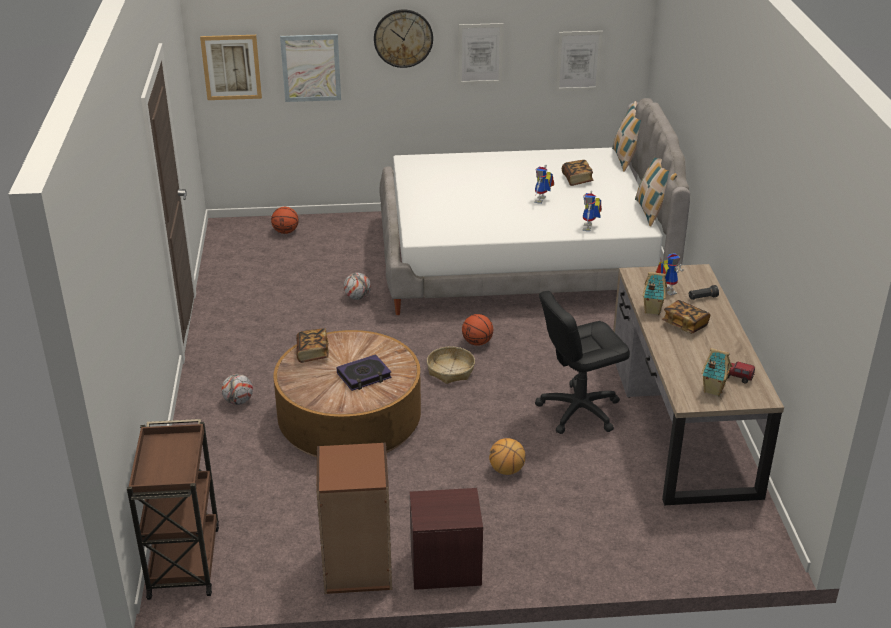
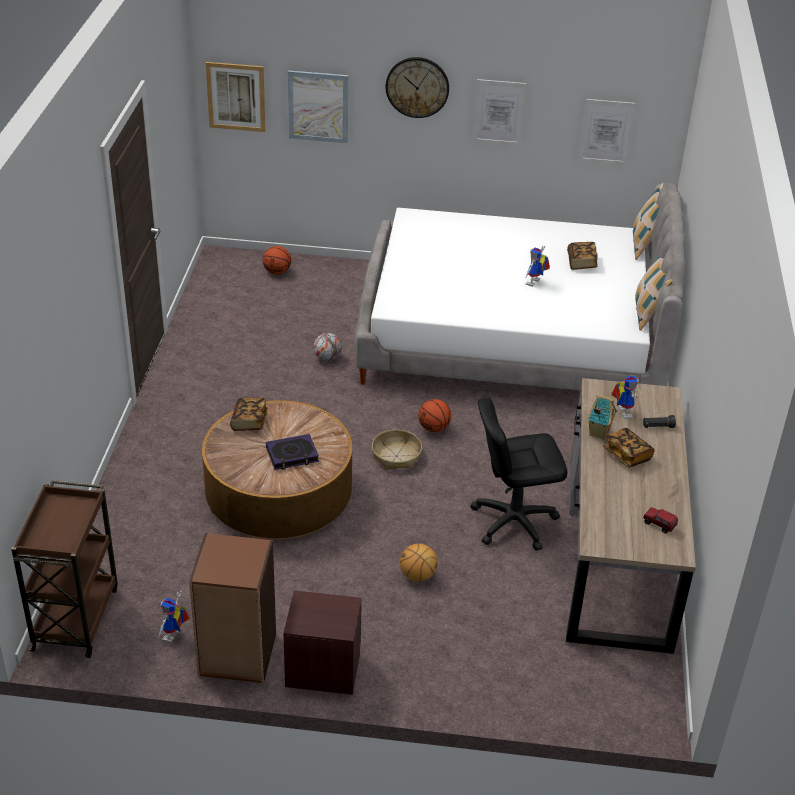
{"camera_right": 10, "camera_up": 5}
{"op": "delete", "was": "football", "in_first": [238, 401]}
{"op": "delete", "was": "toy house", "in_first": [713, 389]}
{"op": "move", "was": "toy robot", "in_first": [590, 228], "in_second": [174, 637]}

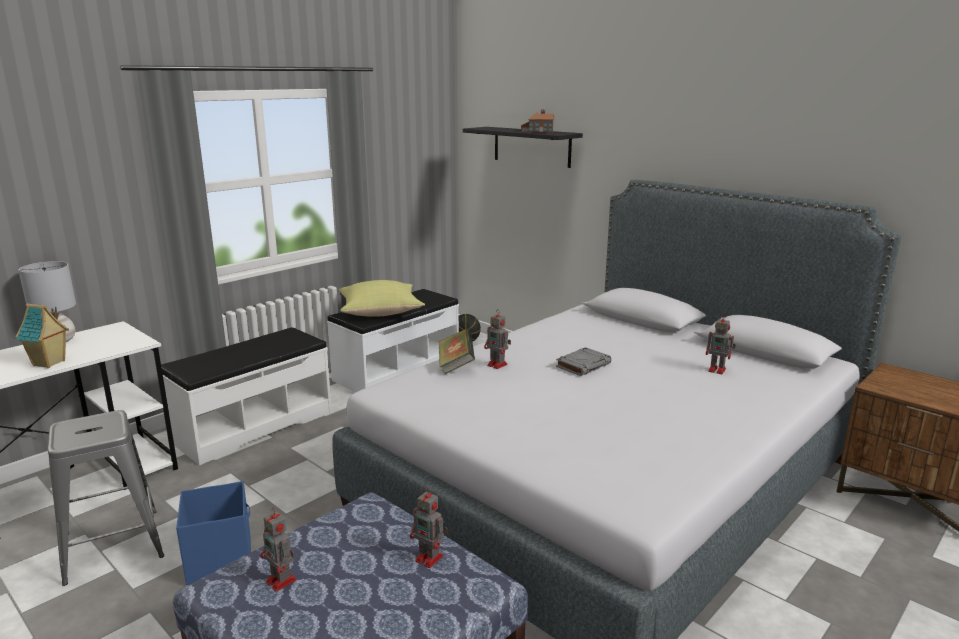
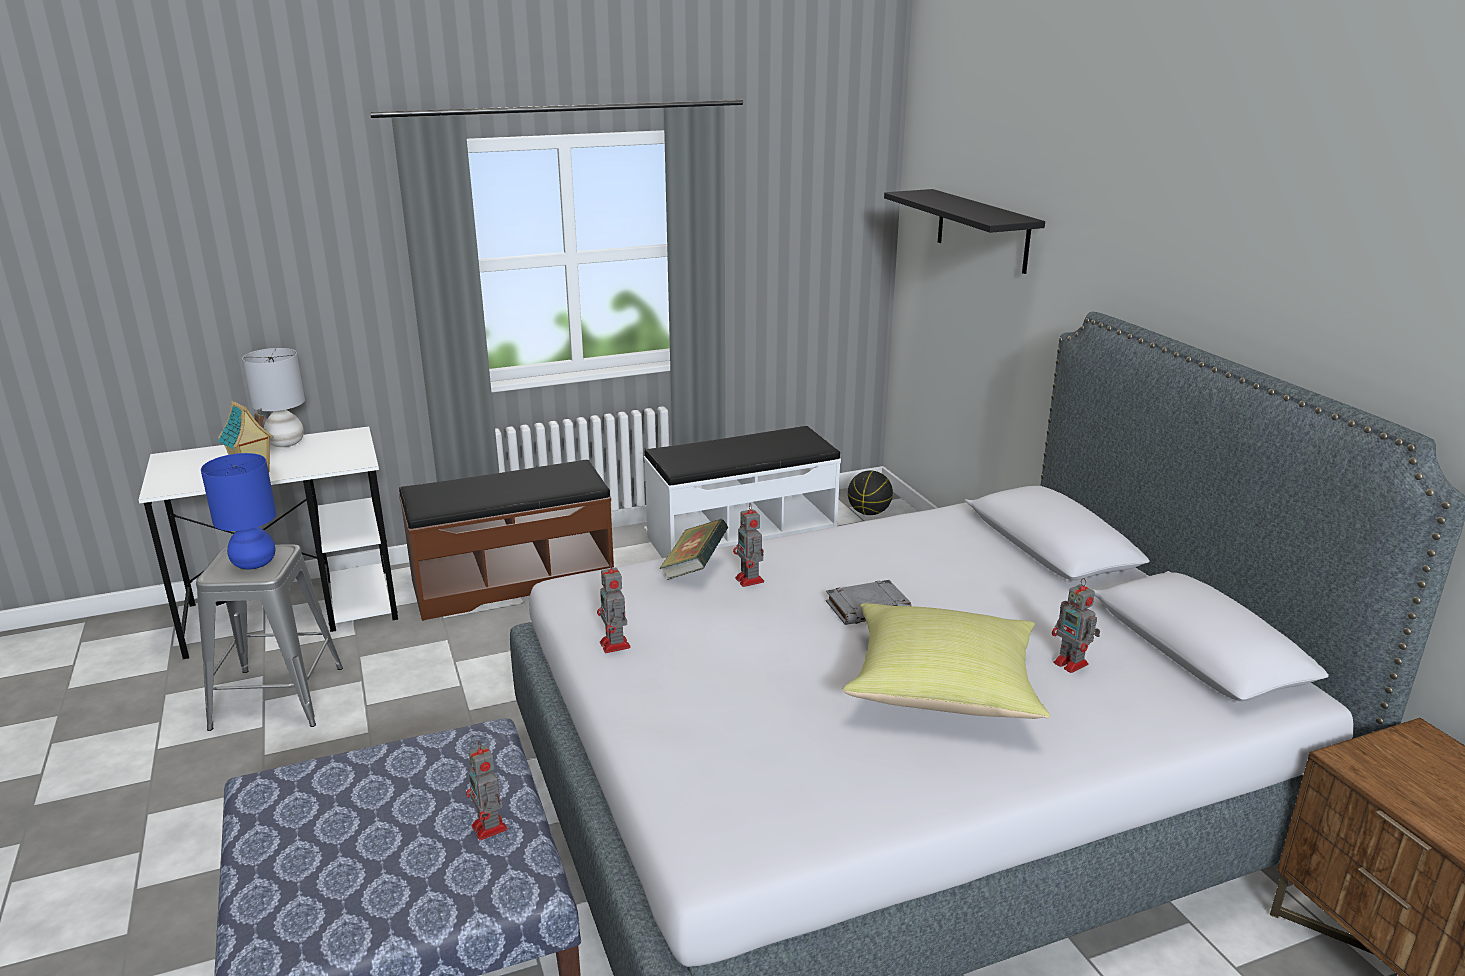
{"camera_right": 25, "camera_up": 5}
{"op": "delete", "was": "blue storage box", "in_first": [220, 558]}
{"op": "delete", "was": "toy house", "in_first": [537, 131]}
{"op": "insert", "now": "blue table lamp", "in_second": [254, 563]}
{"op": "move", "was": "toy robot", "in_first": [282, 581], "in_second": [615, 646]}
{"op": "move", "was": "yellow pillow", "in_first": [380, 312], "in_second": [944, 688]}
{"op": "recolor", "was": "white bench", "now": "brown bench", "in_first": [253, 426], "in_second": [512, 581]}

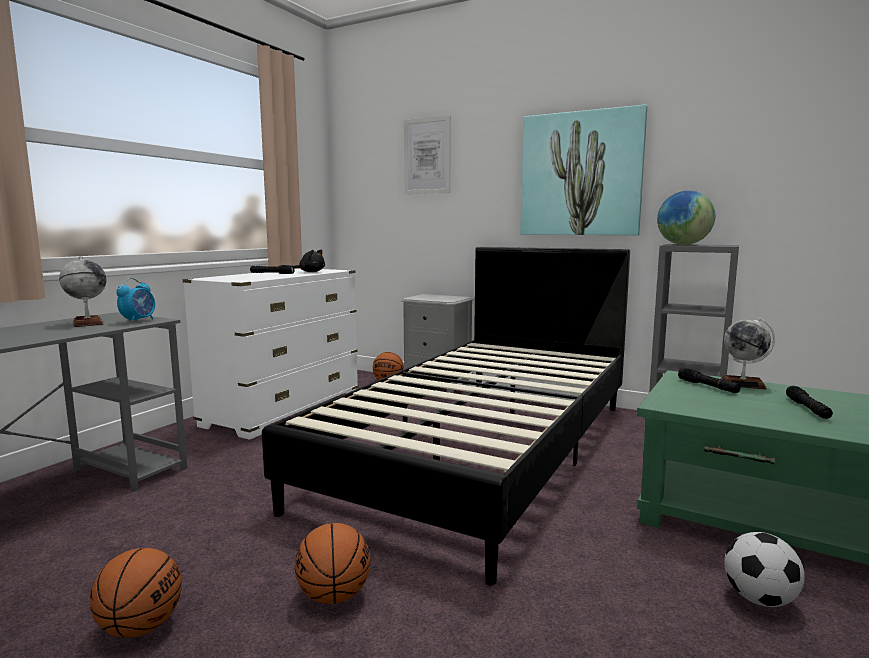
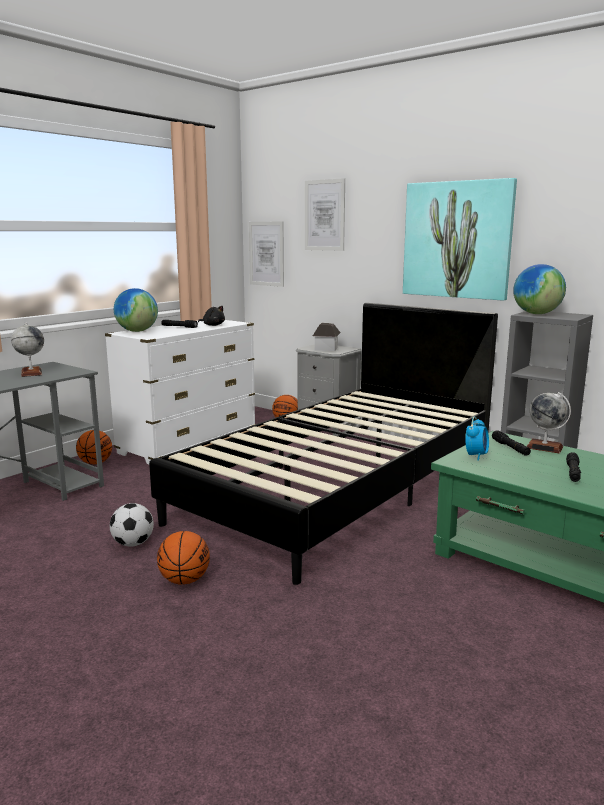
{"camera_right": 10, "camera_up": 5}
{"op": "insert", "now": "globe", "in_second": [137, 331]}
{"op": "insert", "now": "picture", "in_second": [266, 254]}
{"op": "insert", "now": "toy house", "in_second": [326, 348]}
{"op": "move", "was": "basketball", "in_first": [140, 627], "in_second": [95, 463]}
{"op": "move", "was": "alarm clock", "in_first": [138, 321], "in_second": [476, 456]}
{"op": "move", "was": "football", "in_first": [760, 599], "in_second": [133, 544]}

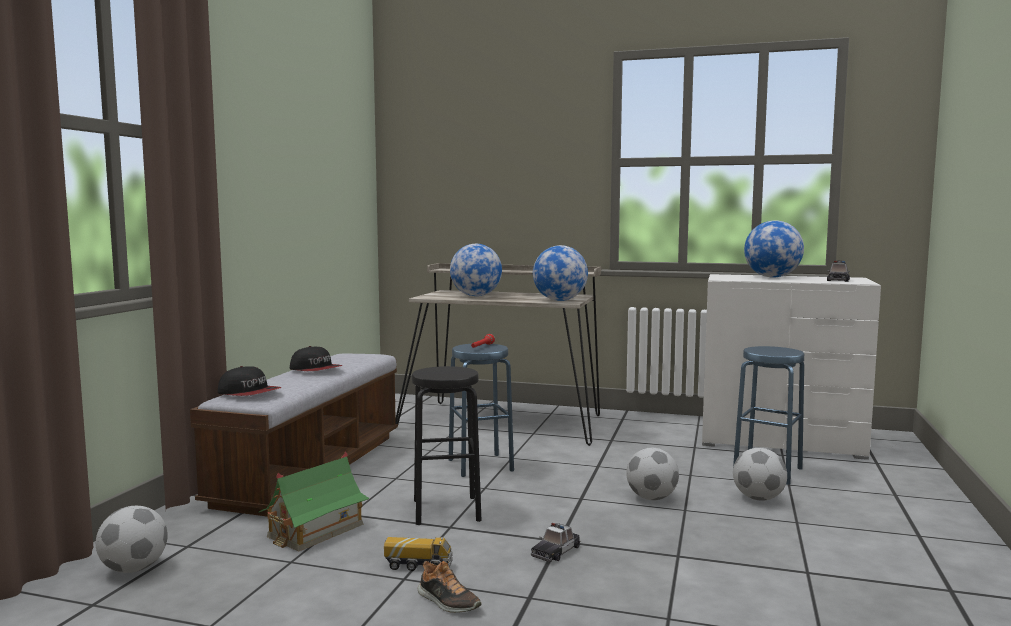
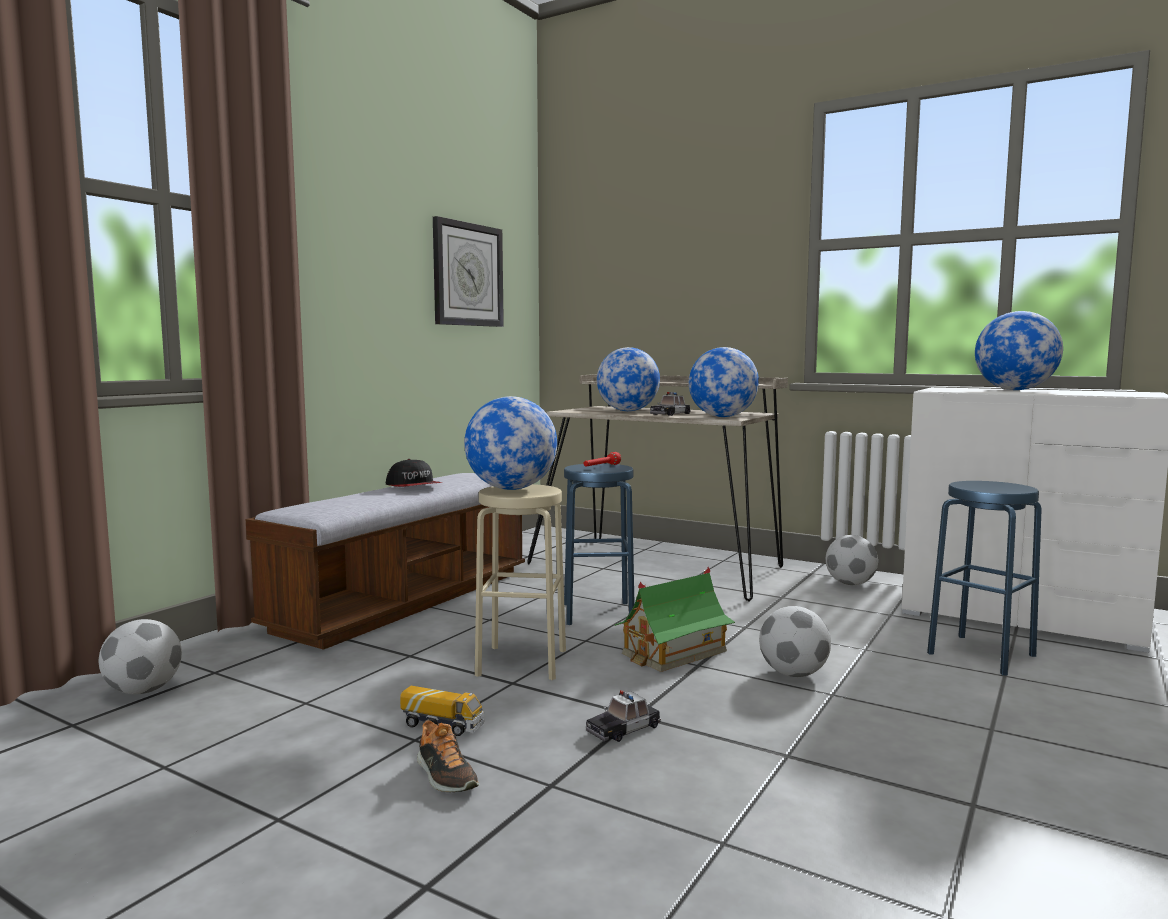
{"camera_right": 15, "camera_up": 0}
{"op": "delete", "was": "cap", "in_first": [249, 393]}
{"op": "insert", "now": "wall clock", "in_second": [467, 275]}
{"op": "insert", "now": "globe", "in_second": [511, 489]}
{"op": "move", "was": "toy house", "in_first": [315, 530], "in_second": [673, 652]}
{"op": "move", "was": "football", "in_first": [758, 498], "in_second": [850, 584]}
{"op": "move", "was": "toy car", "in_first": [838, 280], "in_second": [670, 414]}
{"op": "recolor", "was": "black stool", "now": "beige stool", "in_first": [446, 510], "in_second": [521, 662]}

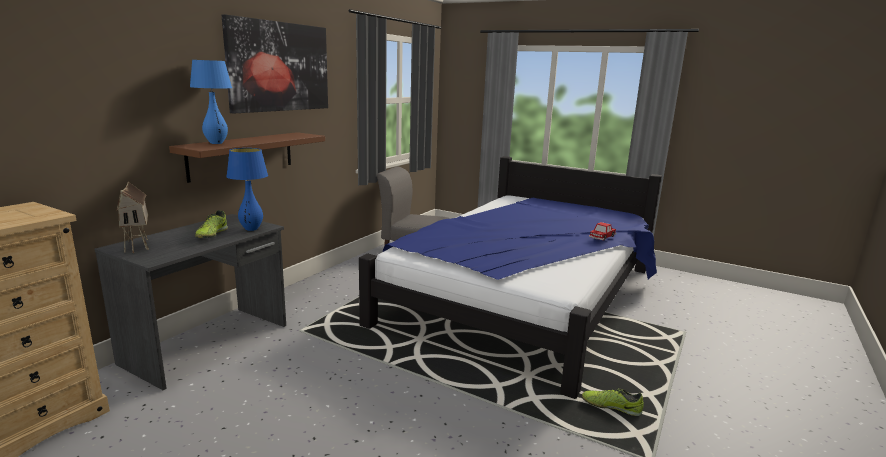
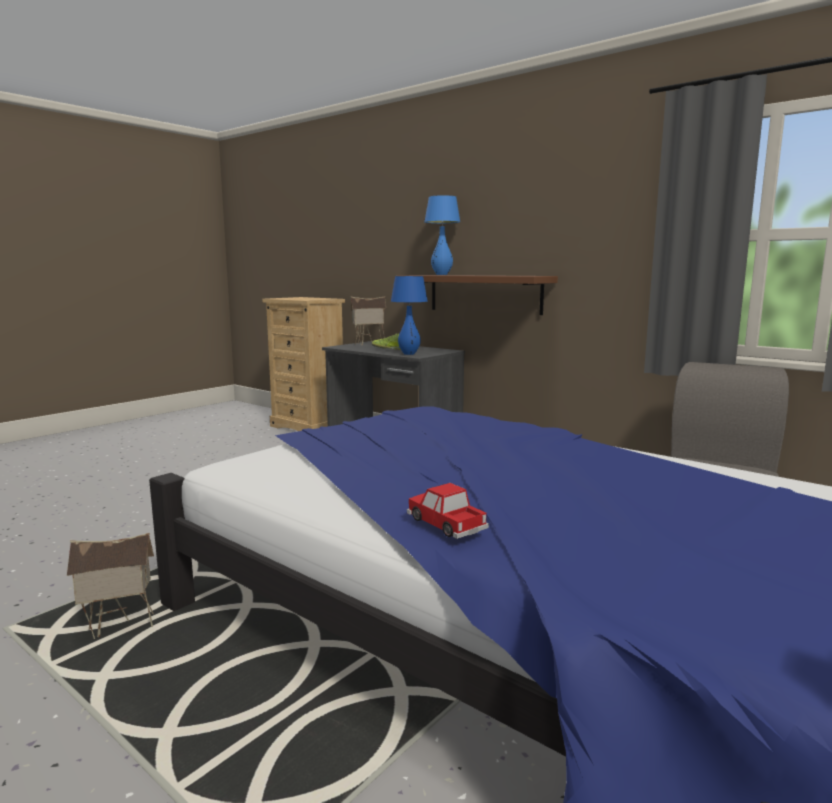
{"camera_right": 100, "camera_up": -5}
{"op": "delete", "was": "picture", "in_first": [279, 67]}
{"op": "replace", "was": "shoe", "now": "toy house", "in_first": [611, 407], "in_second": [119, 629]}

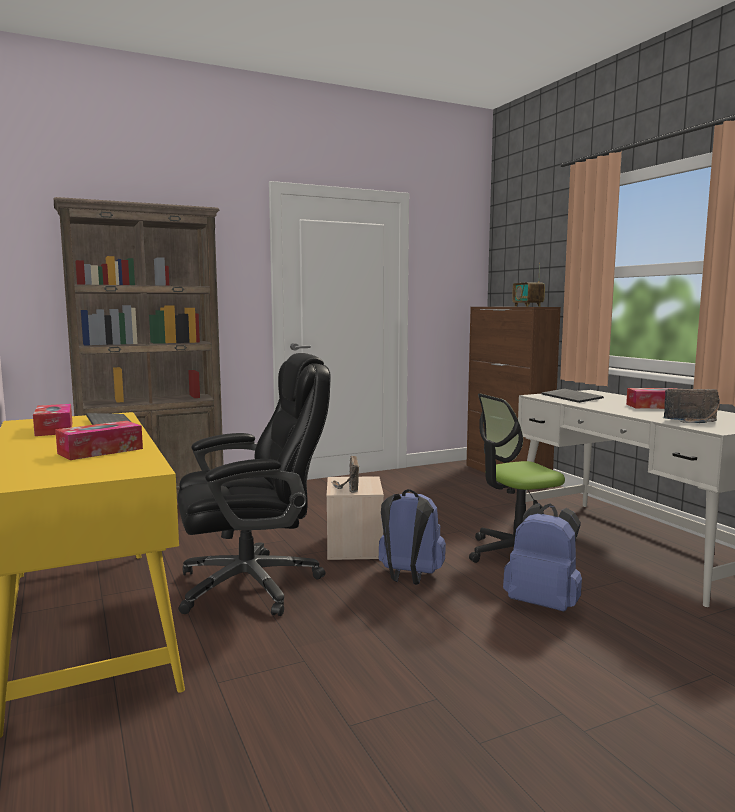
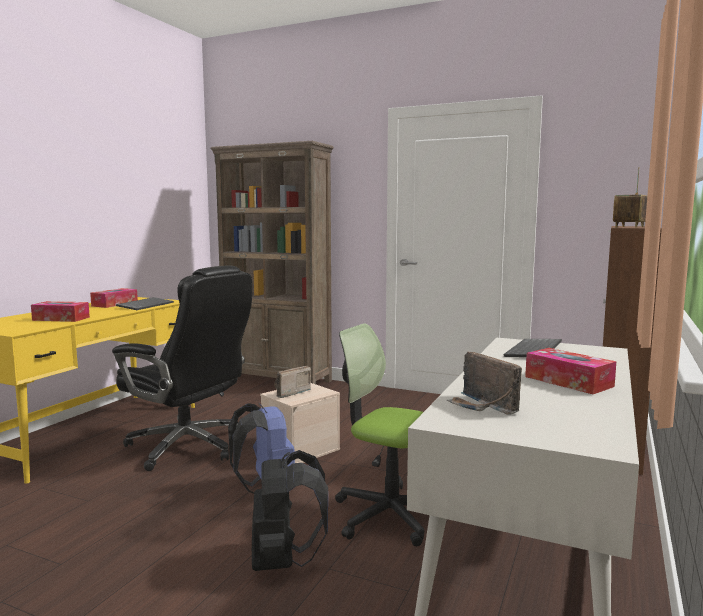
{"camera_right": 50, "camera_up": 0}
{"op": "recolor", "was": "blue backpack", "now": "black backpack", "in_first": [544, 604], "in_second": [284, 561]}

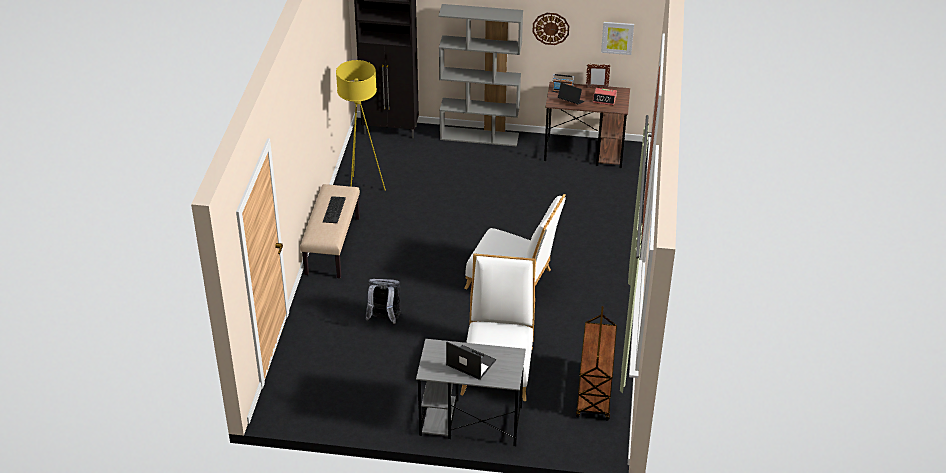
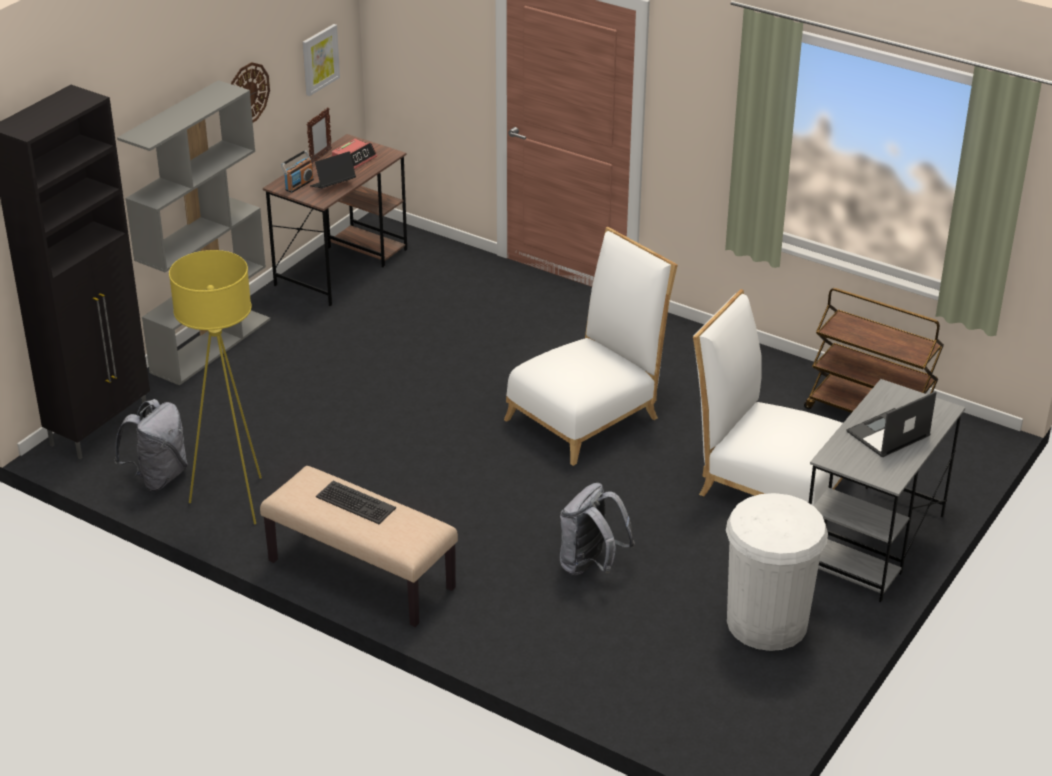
{"camera_right": -65, "camera_up": -5}
{"op": "insert", "now": "grey backpack", "in_second": [158, 477]}
{"op": "insert", "now": "white trash can", "in_second": [767, 623]}

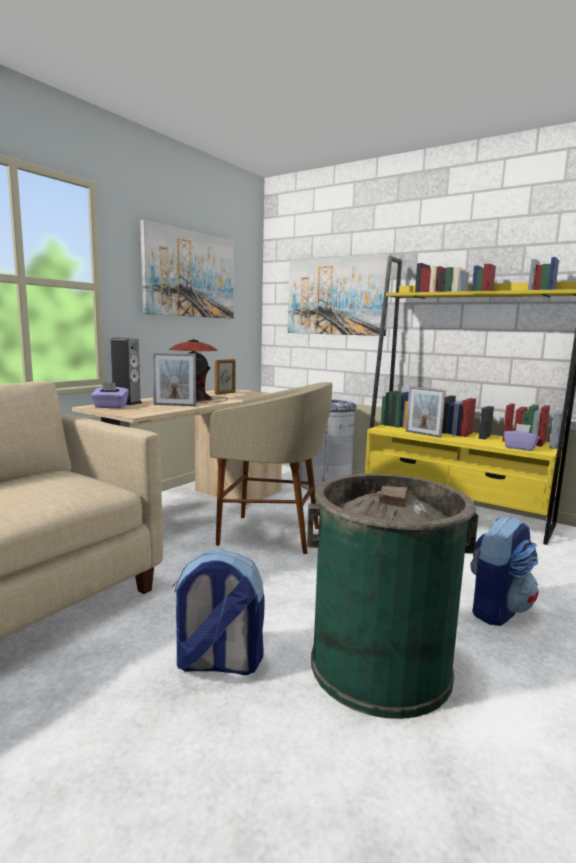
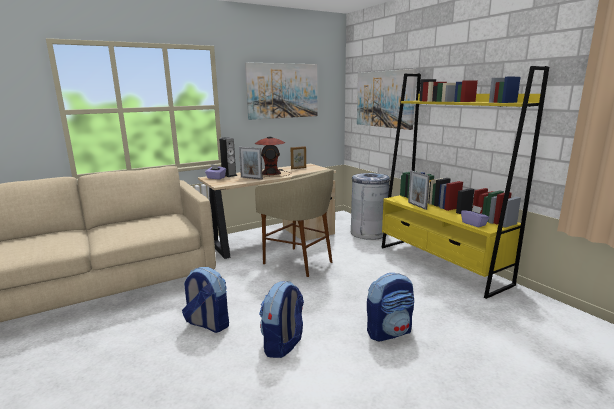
{"camera_right": 25, "camera_up": 5}
{"op": "replace", "was": "green trash can", "now": "backpack", "in_first": [380, 665], "in_second": [283, 344]}

